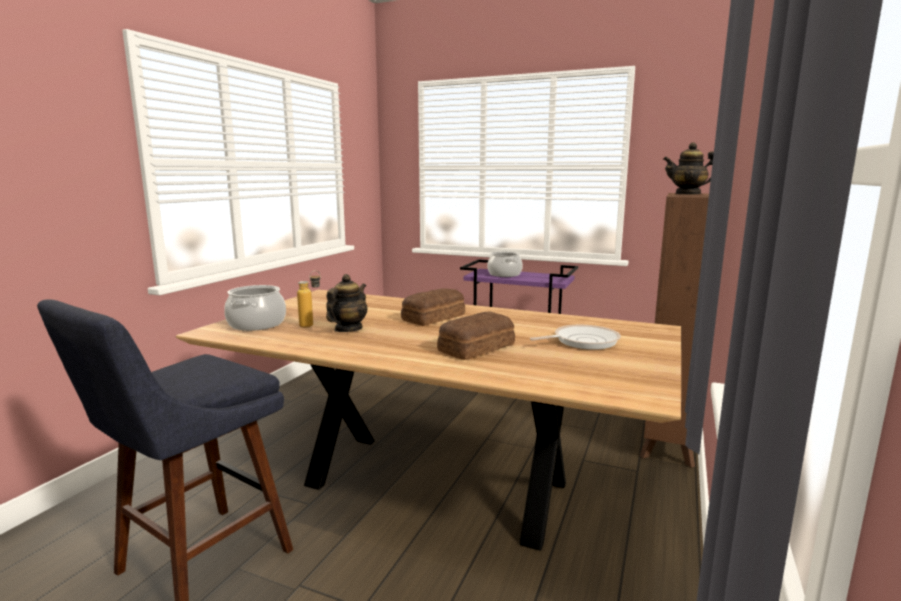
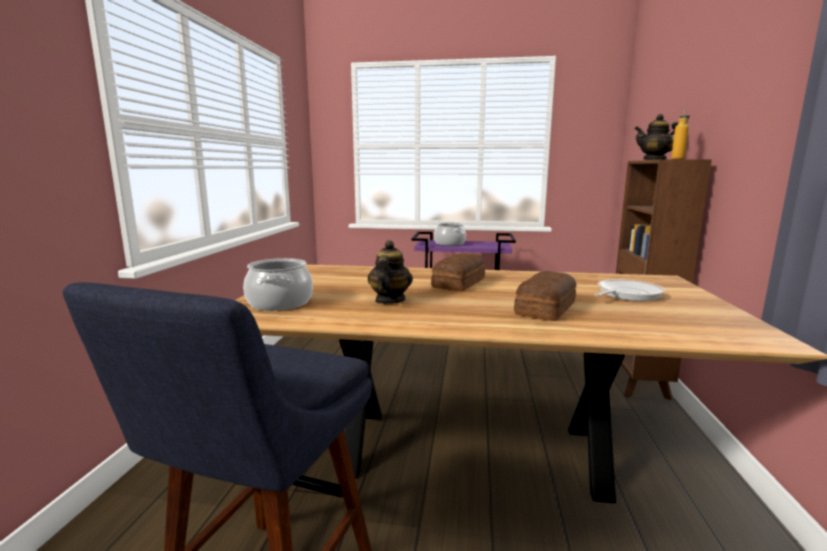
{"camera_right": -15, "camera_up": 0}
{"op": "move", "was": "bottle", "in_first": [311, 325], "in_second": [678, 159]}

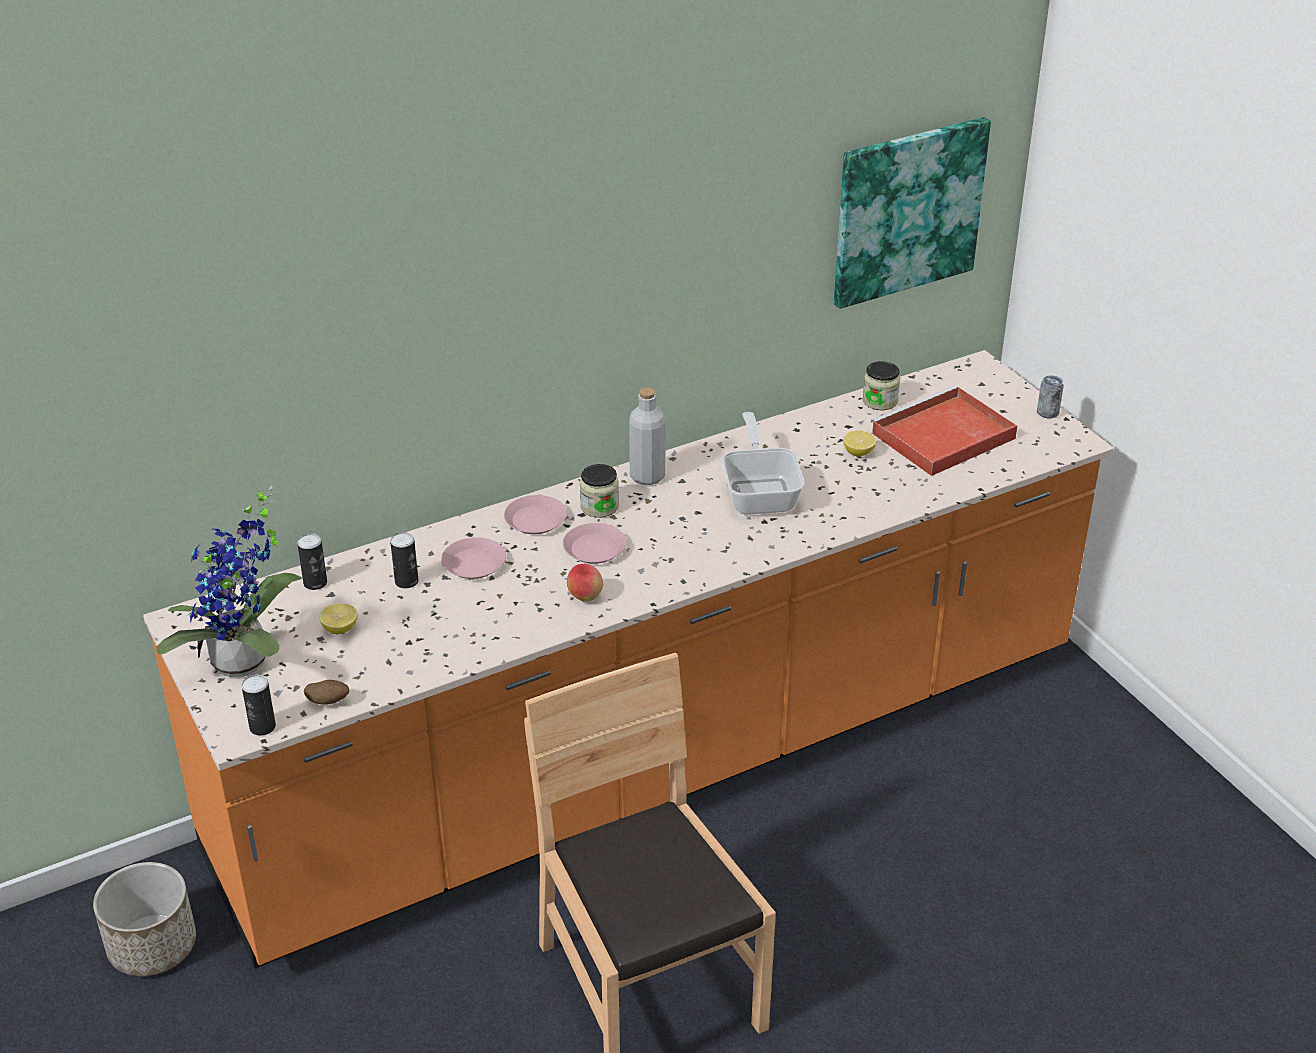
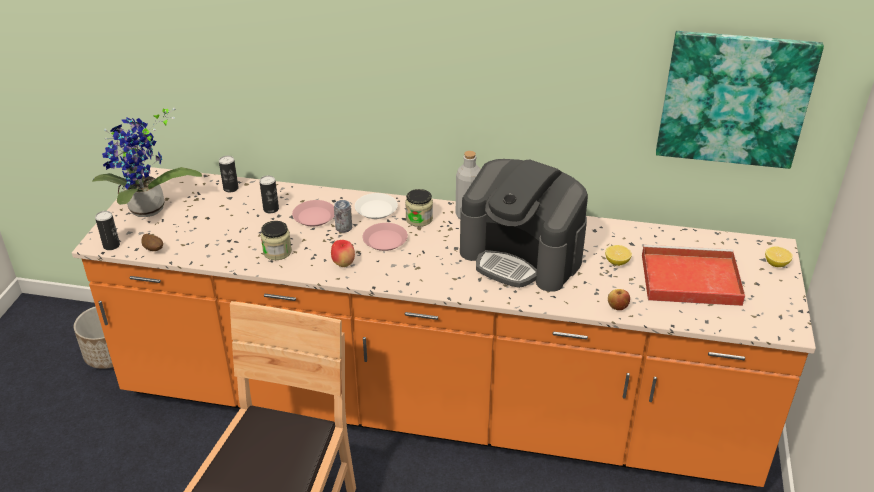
{"camera_right": 40, "camera_up": 0}
{"op": "insert", "now": "apple", "in_second": [617, 307]}
{"op": "move", "was": "lemon", "in_first": [340, 629], "in_second": [776, 264]}
{"op": "move", "was": "jar", "in_first": [880, 401], "in_second": [277, 252]}
{"op": "move", "was": "can", "in_first": [1047, 413], "in_second": [344, 228]}
{"op": "replace", "was": "frying pan", "now": "coffee machine", "in_first": [760, 492], "in_second": [522, 256]}
{"op": "recolor", "was": "pink plate", "now": "white plate", "in_first": [535, 520], "in_second": [376, 209]}

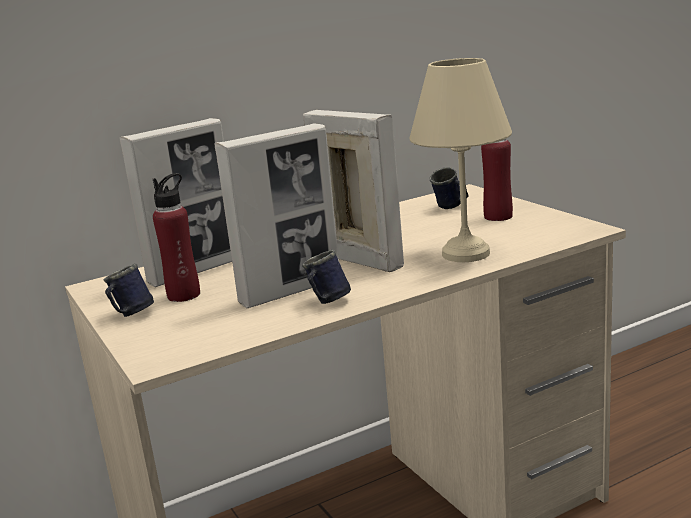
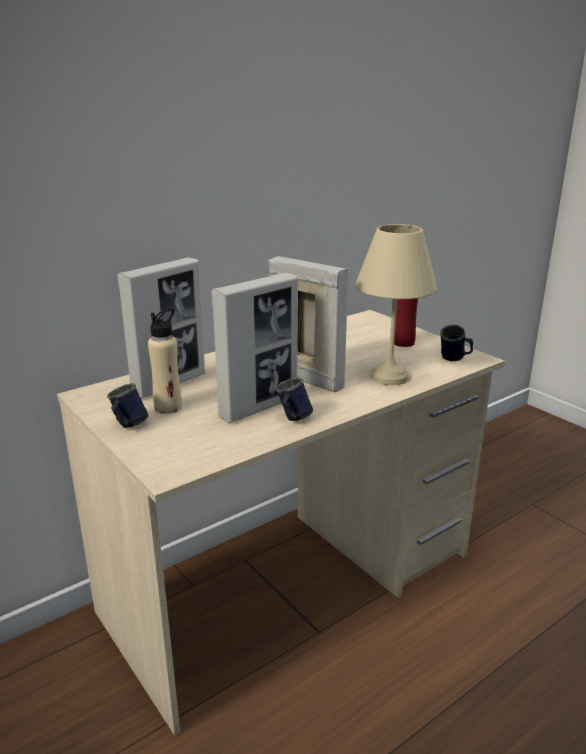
{"camera_right": -10, "camera_up": 5}
{"op": "move", "was": "blue mug", "in_first": [451, 207], "in_second": [455, 360]}
{"op": "recolor", "was": "red bottle", "now": "beige bottle", "in_first": [184, 295], "in_second": [168, 407]}

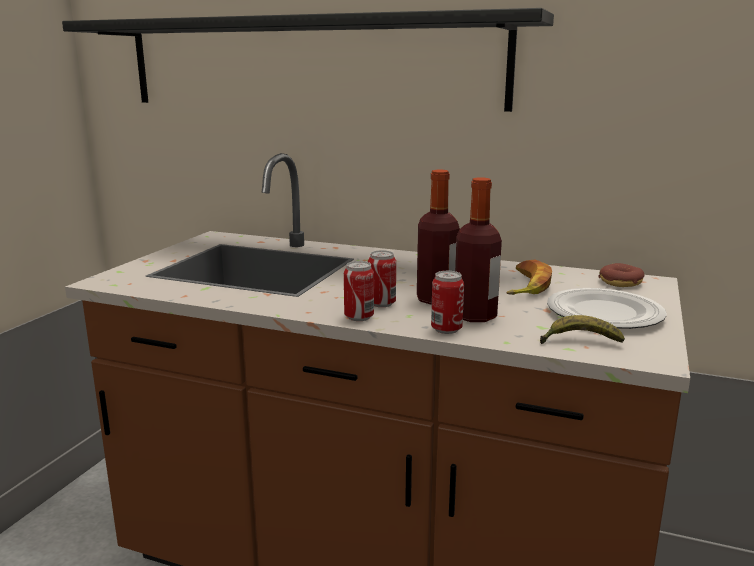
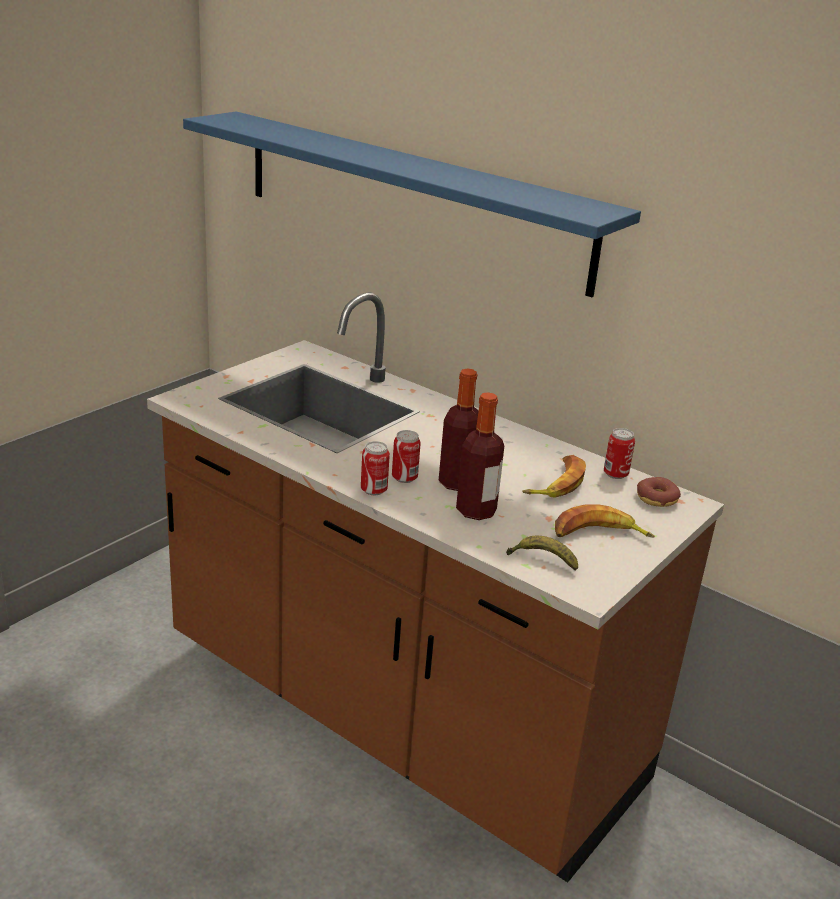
{"camera_right": 15, "camera_up": 10}
{"op": "move", "was": "can", "in_first": [446, 329], "in_second": [615, 474]}
{"op": "replace", "was": "plate", "now": "banana", "in_first": [604, 314], "in_second": [598, 534]}
{"op": "recolor", "was": "black shelf", "now": "blue shelf", "in_first": [307, 63], "in_second": [410, 198]}

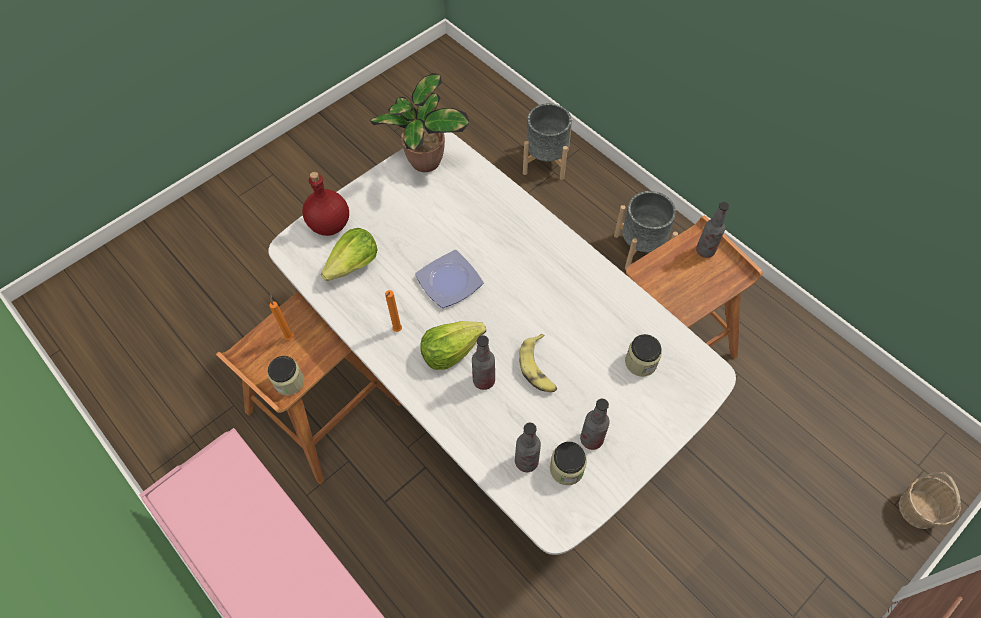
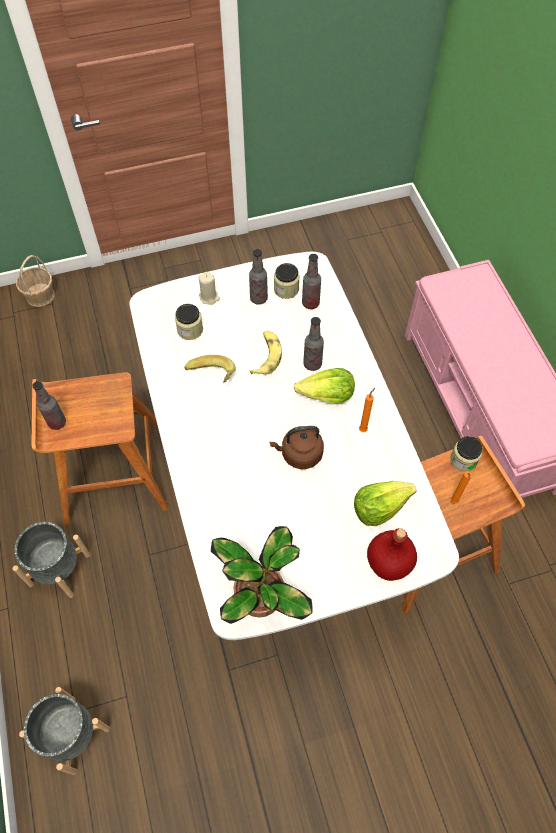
{"camera_right": -155, "camera_up": 0}
{"op": "insert", "now": "banana", "in_second": [211, 378]}
{"op": "insert", "now": "beige candle", "in_second": [209, 297]}
{"op": "replace", "was": "plate", "now": "brown kettle", "in_first": [449, 280], "in_second": [299, 454]}

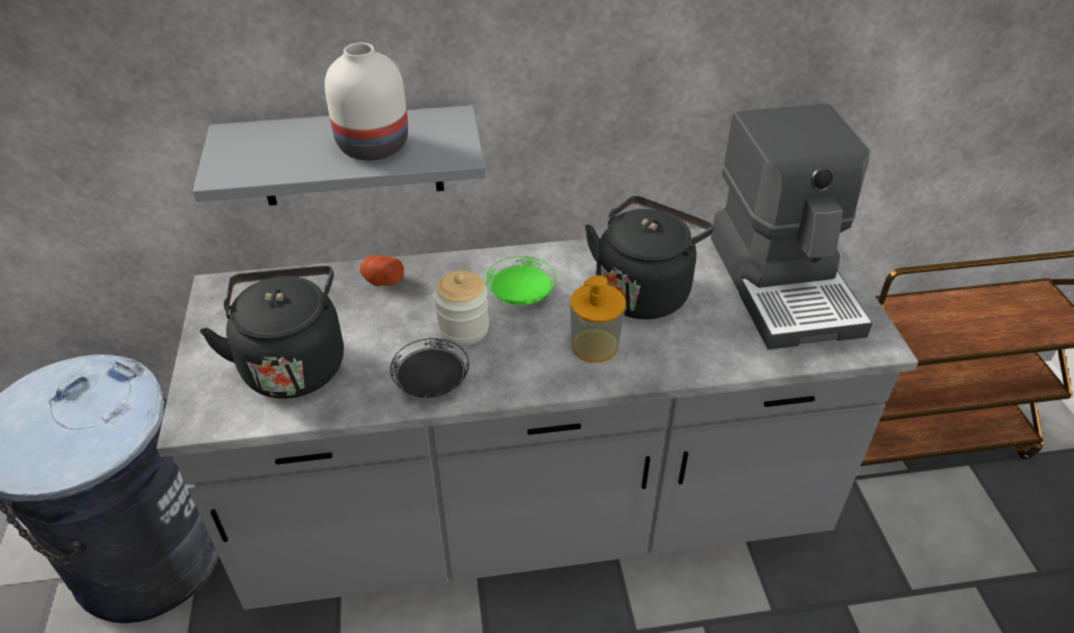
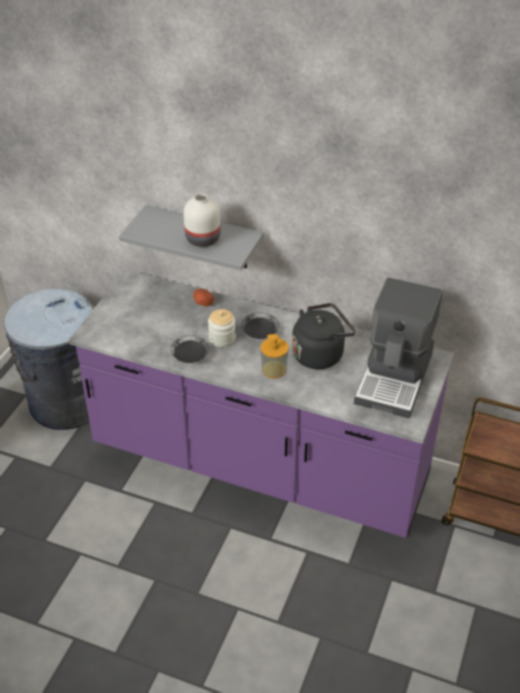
{"camera_right": 30, "camera_up": 0}
{"op": "delete", "was": "black kettle", "in_first": [293, 363]}
{"op": "recolor", "was": "grey counter", "now": "purple counter", "in_first": [537, 516], "in_second": [259, 465]}
{"op": "recolor", "was": "green plate", "now": "black plate", "in_first": [520, 295], "in_second": [260, 333]}

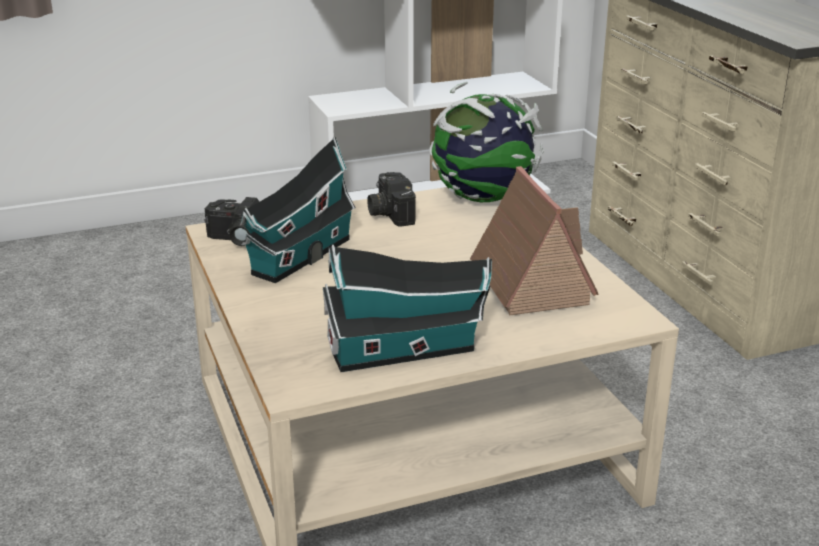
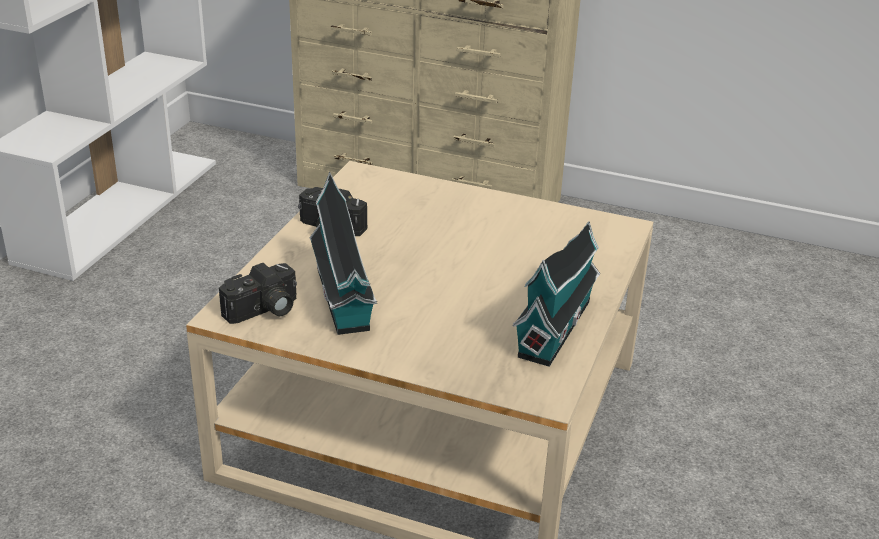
{"camera_right": -50, "camera_up": 5}
{"op": "delete", "was": "globe", "in_first": [483, 198]}
{"op": "delete", "was": "toy house", "in_first": [528, 283]}

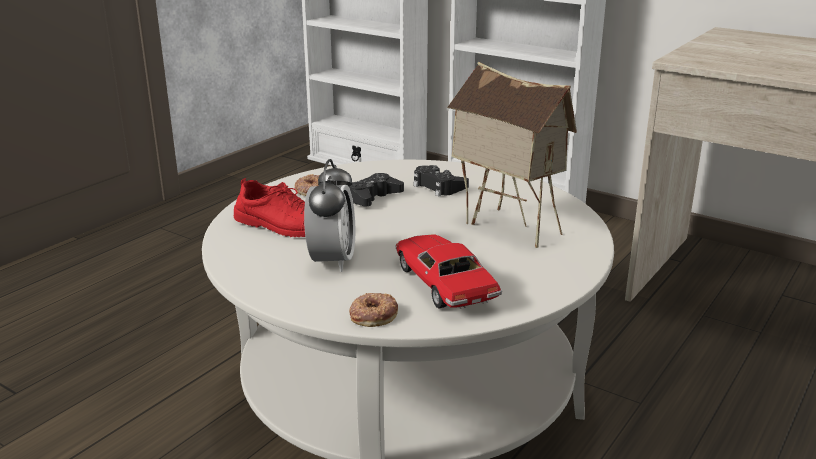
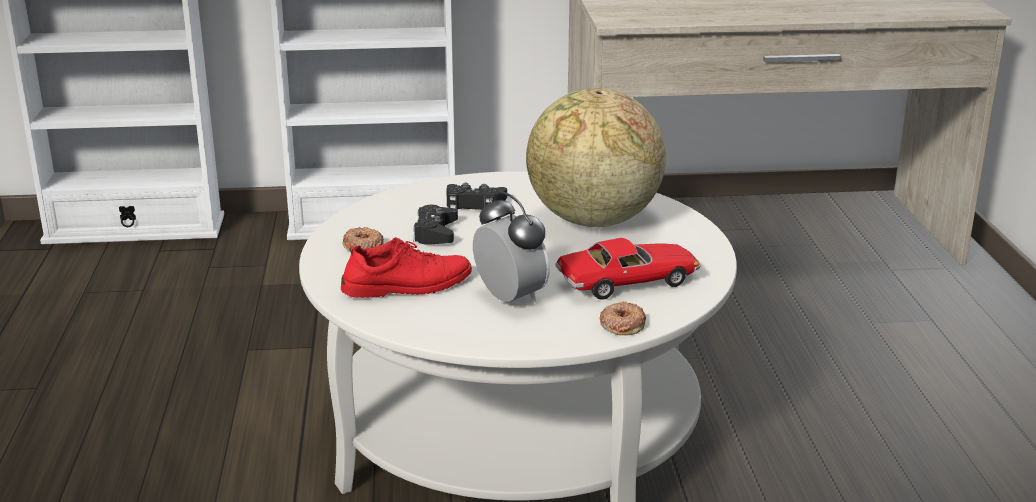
{"camera_right": -40, "camera_up": 0}
{"op": "replace", "was": "toy house", "now": "globe", "in_first": [504, 227], "in_second": [593, 221]}
{"op": "rotate", "was": "toy car", "in_first": [443, 283], "in_second": [628, 282], "clockwise": 135}

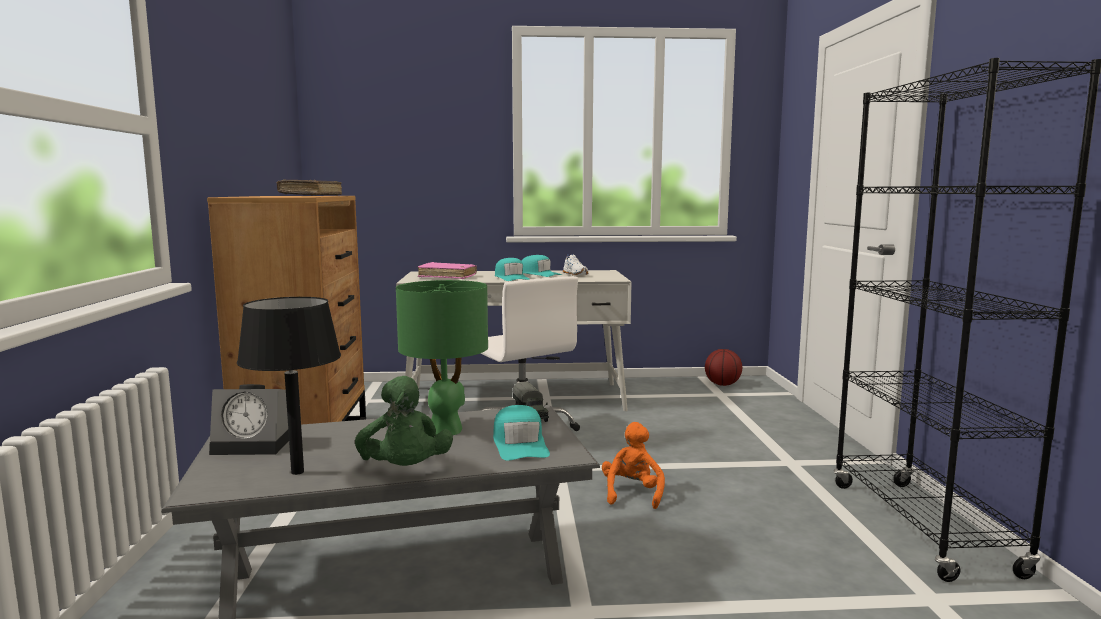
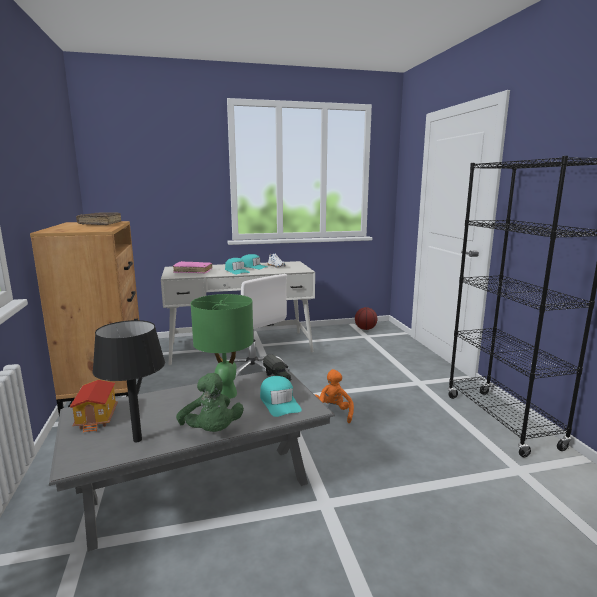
{"camera_right": -10, "camera_up": 5}
{"op": "replace", "was": "alarm clock", "now": "toy house", "in_first": [255, 445], "in_second": [97, 418]}

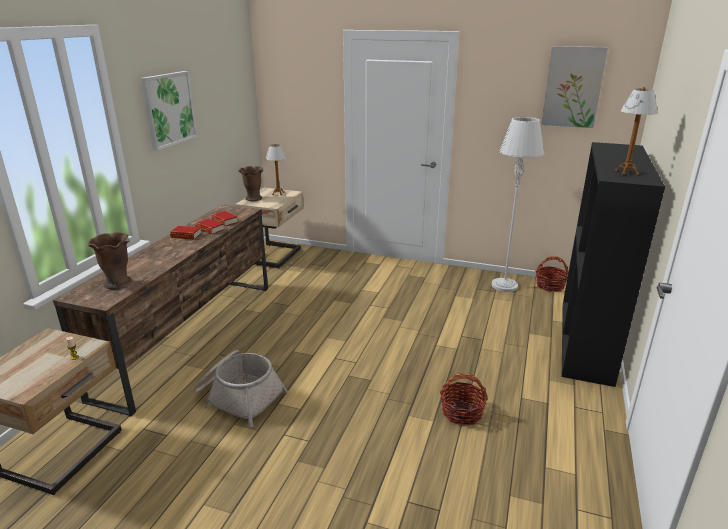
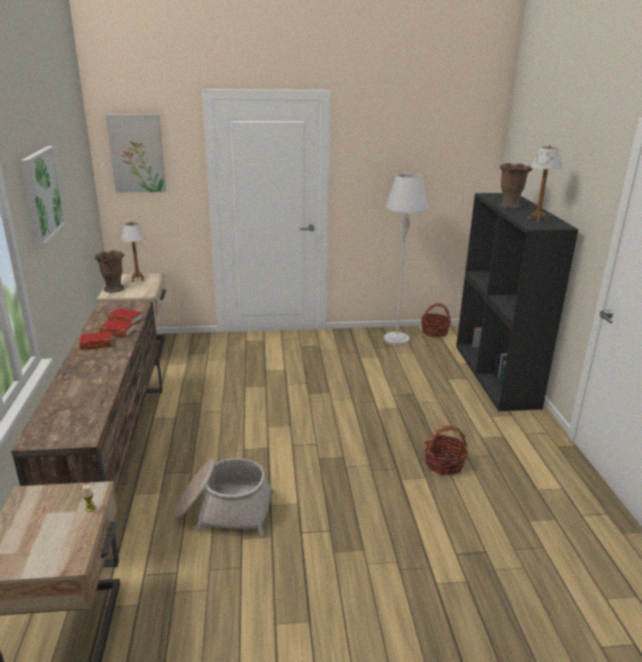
{"camera_right": -25, "camera_up": 0}
{"op": "move", "was": "brown vase", "in_first": [118, 283], "in_second": [509, 206]}
{"op": "move", "was": "picture", "in_first": [573, 87], "in_second": [137, 153]}

